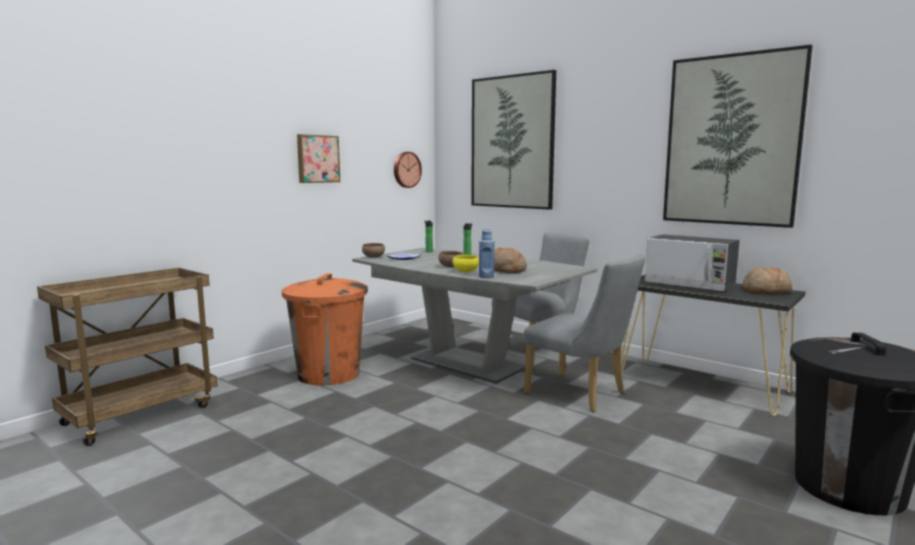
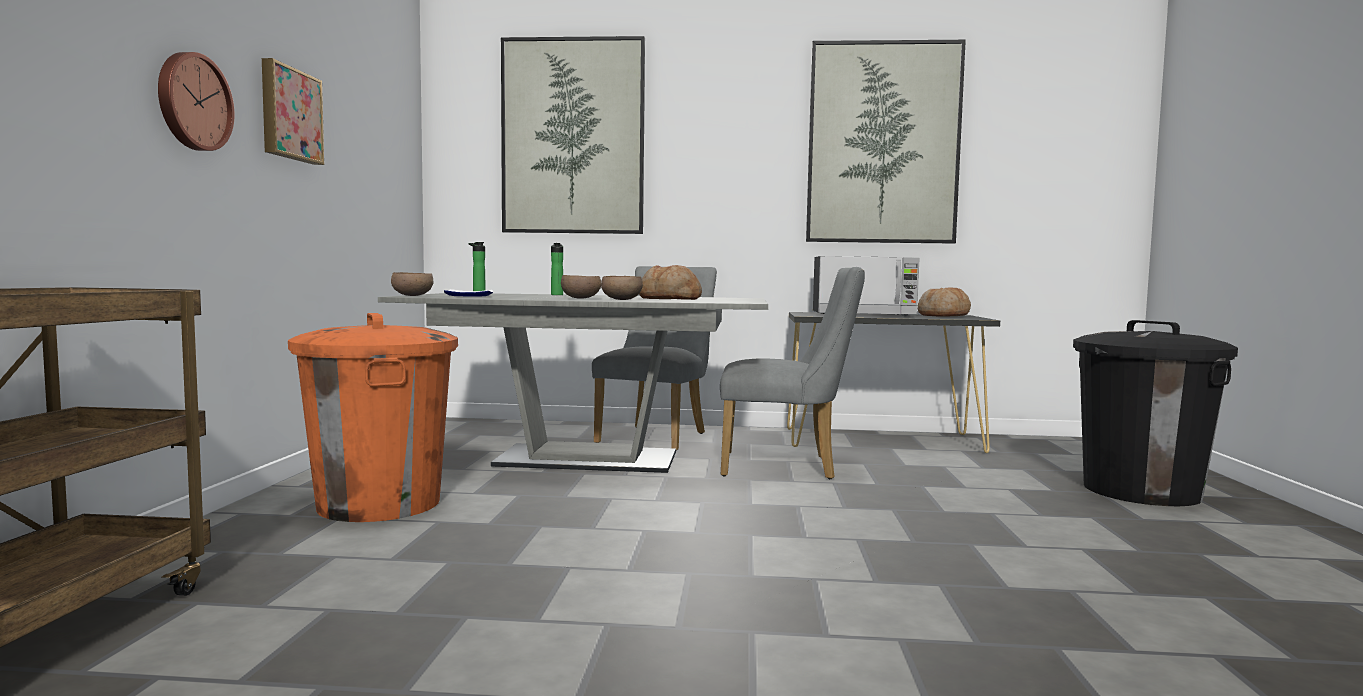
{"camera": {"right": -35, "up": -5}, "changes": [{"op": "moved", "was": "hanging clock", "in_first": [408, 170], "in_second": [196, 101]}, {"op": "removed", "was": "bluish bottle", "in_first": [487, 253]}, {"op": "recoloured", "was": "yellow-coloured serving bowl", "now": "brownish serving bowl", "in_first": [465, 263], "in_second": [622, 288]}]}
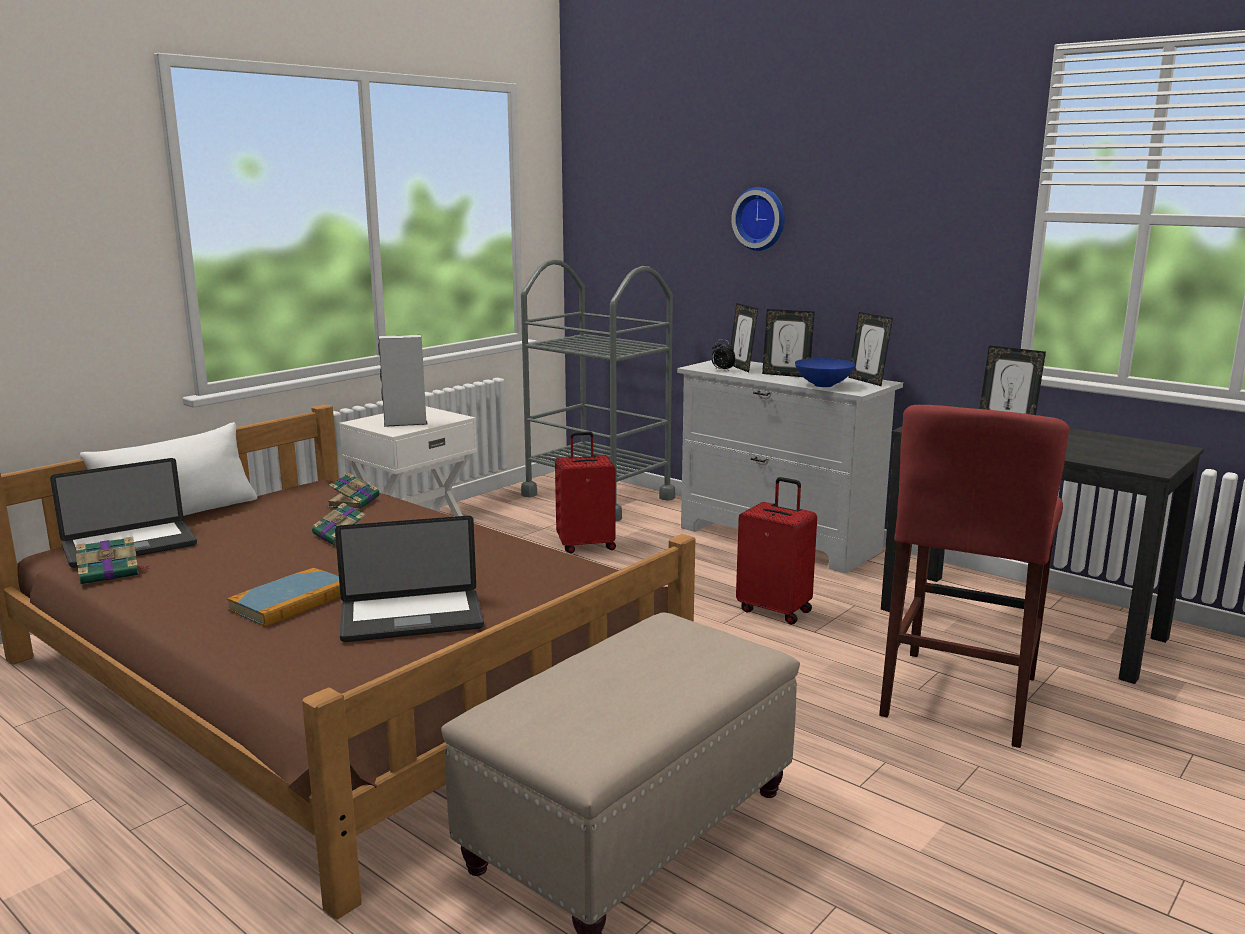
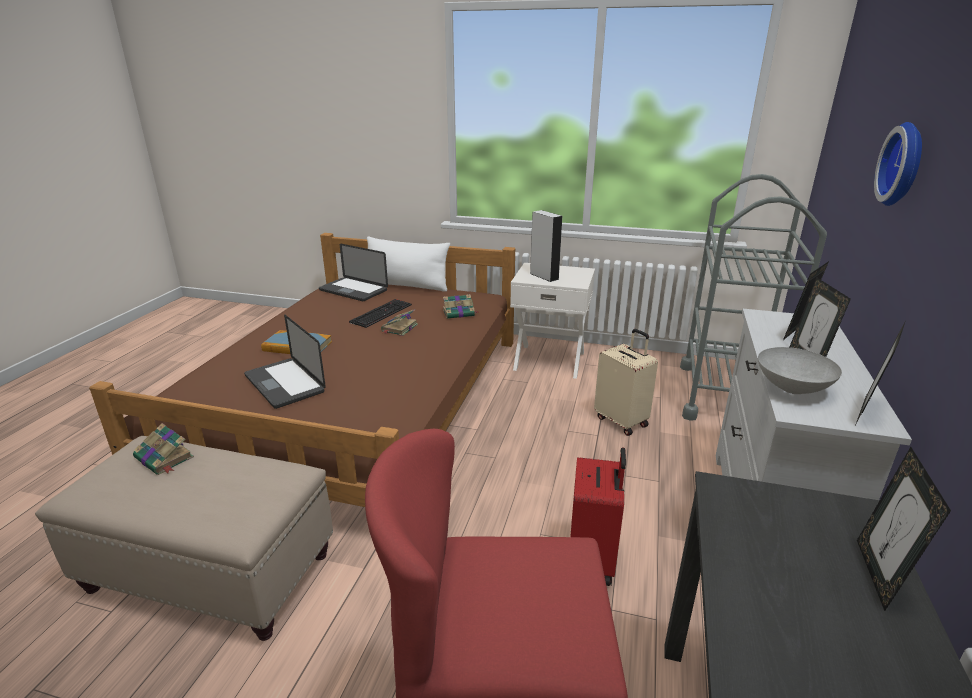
{"camera": {"right": 65, "up": 10}, "changes": [{"op": "removed", "was": "bedside clock", "in_first": [723, 355]}, {"op": "recoloured", "was": "bluish serving bowl", "now": "gray serving bowl", "in_first": [825, 372], "in_second": [800, 370]}, {"op": "recoloured", "was": "red-coloured travel case", "now": "beige travel case", "in_first": [585, 492], "in_second": [626, 382]}, {"op": "moved", "was": "bound book", "in_first": [112, 561], "in_second": [163, 449]}, {"op": "added", "now": "PC keyboard", "in_second": [380, 313]}]}
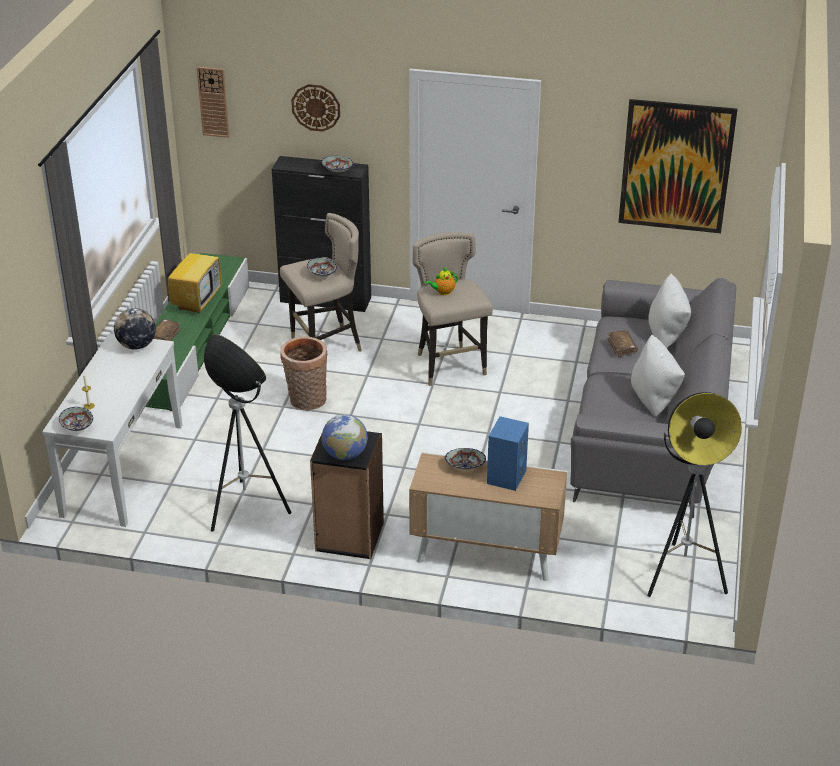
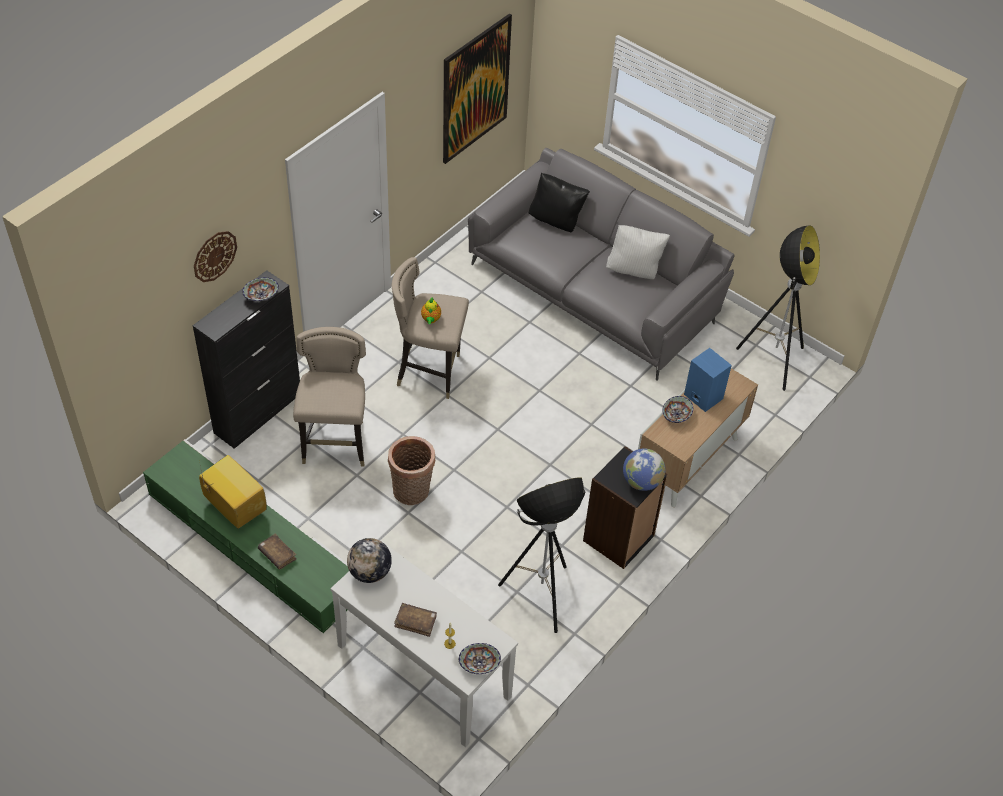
{"camera": {"right": -65, "up": 15}, "changes": [{"op": "removed", "was": "hanging clock", "in_first": [213, 102]}, {"op": "removed", "was": "serving bowl", "in_first": [322, 267]}, {"op": "recoloured", "was": "white-coloured pillow", "now": "black pillow", "in_first": [669, 310], "in_second": [559, 202]}, {"op": "moved", "was": "brownish bound book", "in_first": [622, 343], "in_second": [415, 620]}]}
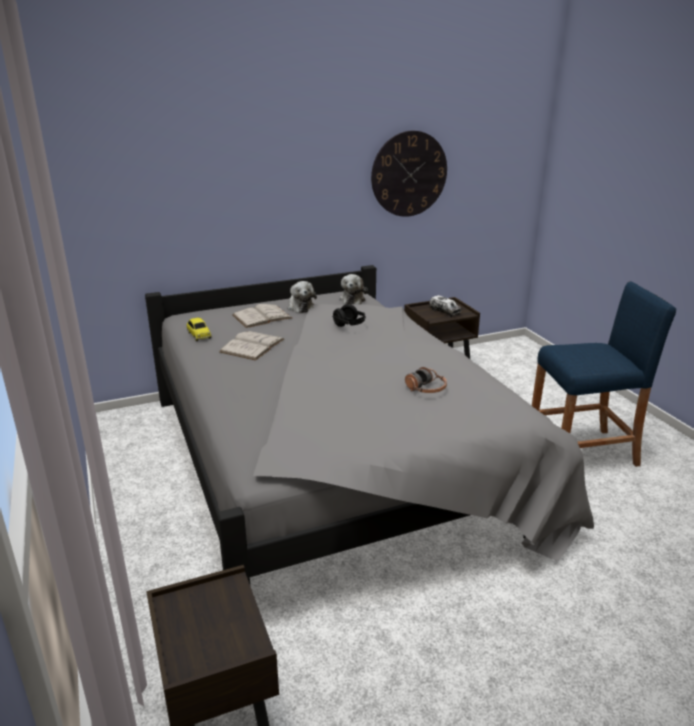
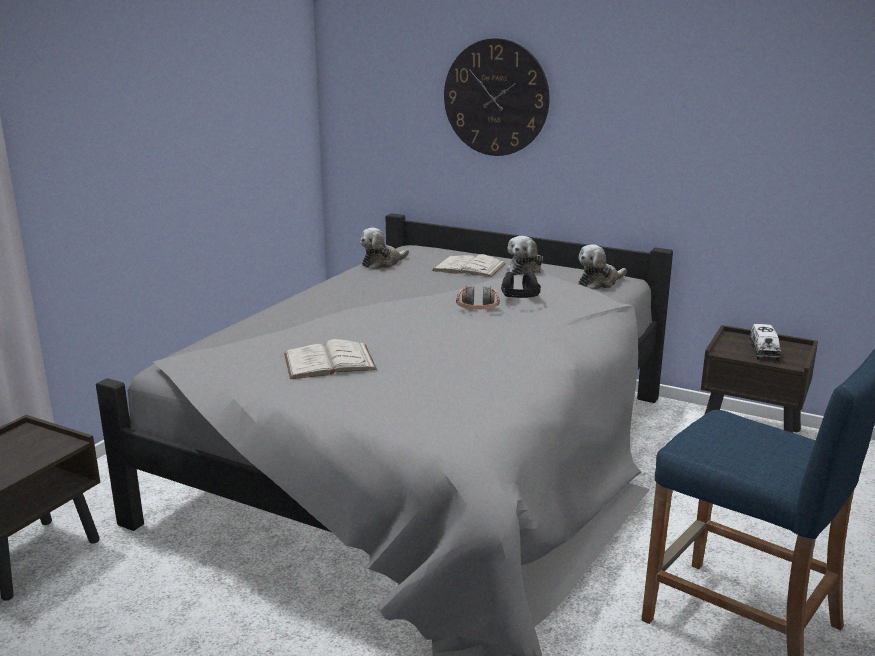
{"camera": {"right": 50, "up": -5}, "changes": [{"op": "moved", "was": "hanging clock", "in_first": [409, 174], "in_second": [497, 97]}, {"op": "replaced", "was": "miniature car", "now": "cuddly toy", "in_first": [199, 329], "in_second": [384, 249]}, {"op": "moved", "was": "white-coloured bound book", "in_first": [251, 346], "in_second": [330, 359]}, {"op": "moved", "was": "headphones", "in_first": [426, 380], "in_second": [478, 297]}]}
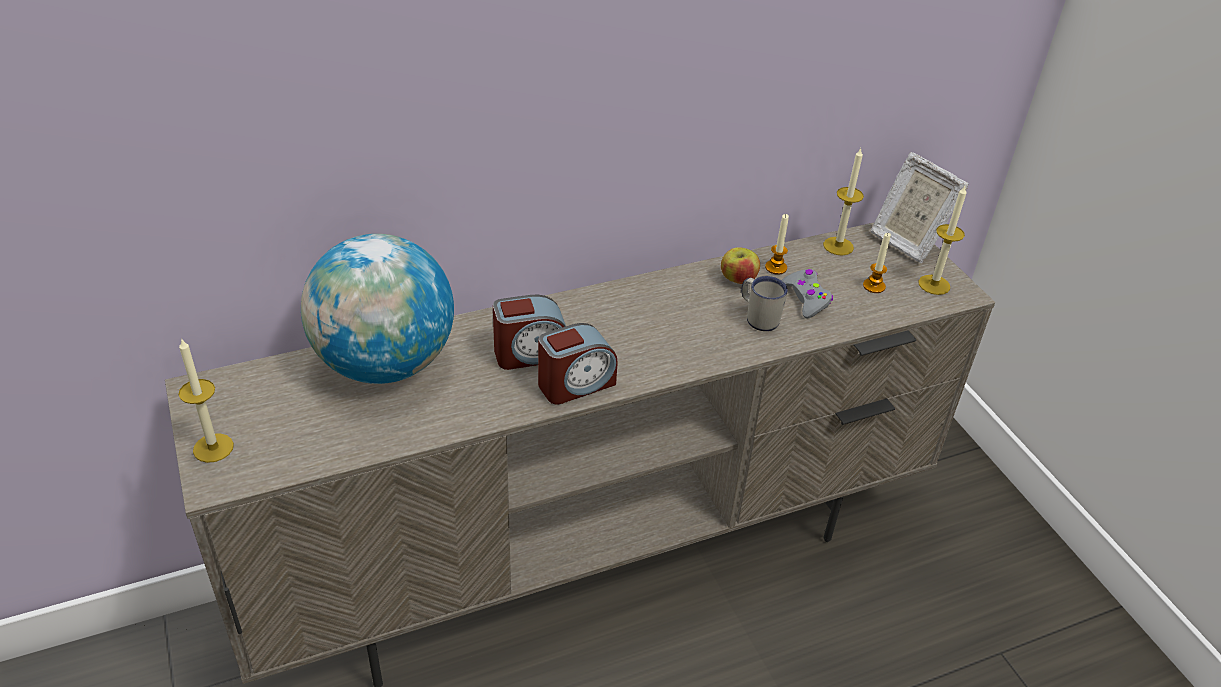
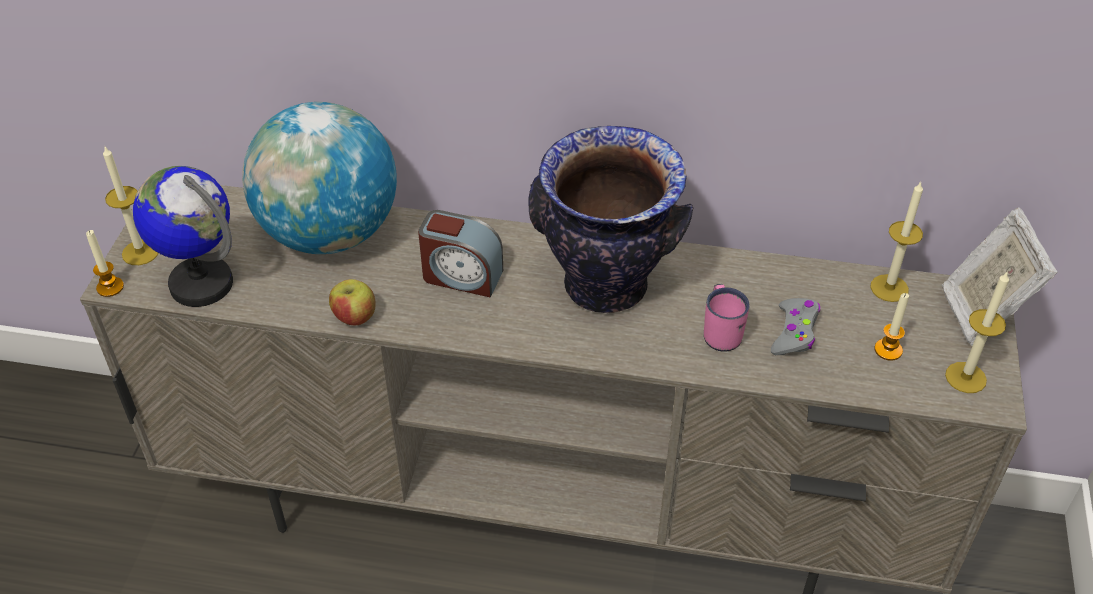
{"camera": {"right": 35, "up": 5}, "changes": [{"op": "moved", "was": "wax light", "in_first": [777, 244], "in_second": [105, 263]}, {"op": "moved", "was": "whole apple", "in_first": [740, 265], "in_second": [352, 302]}, {"op": "recoloured", "was": "white-coloured mug", "now": "pink mug", "in_first": [765, 303], "in_second": [727, 318]}, {"op": "removed", "was": "bedside clock", "in_first": [578, 364]}, {"op": "added", "now": "decorative vase", "in_second": [611, 219]}, {"op": "added", "now": "desk globe", "in_second": [183, 236]}]}
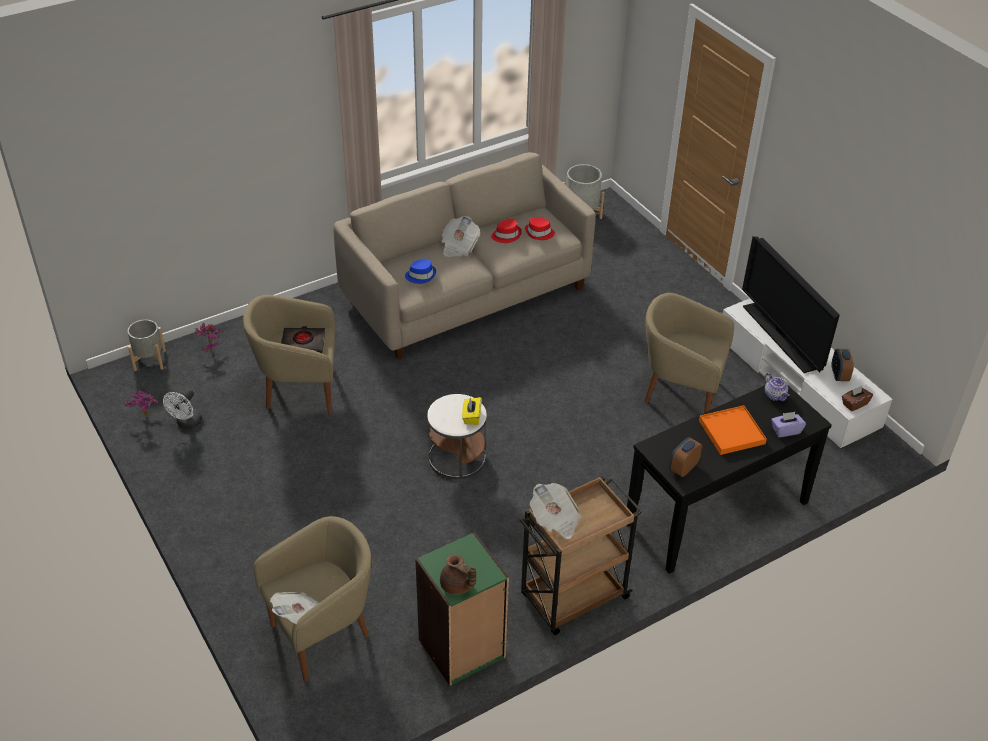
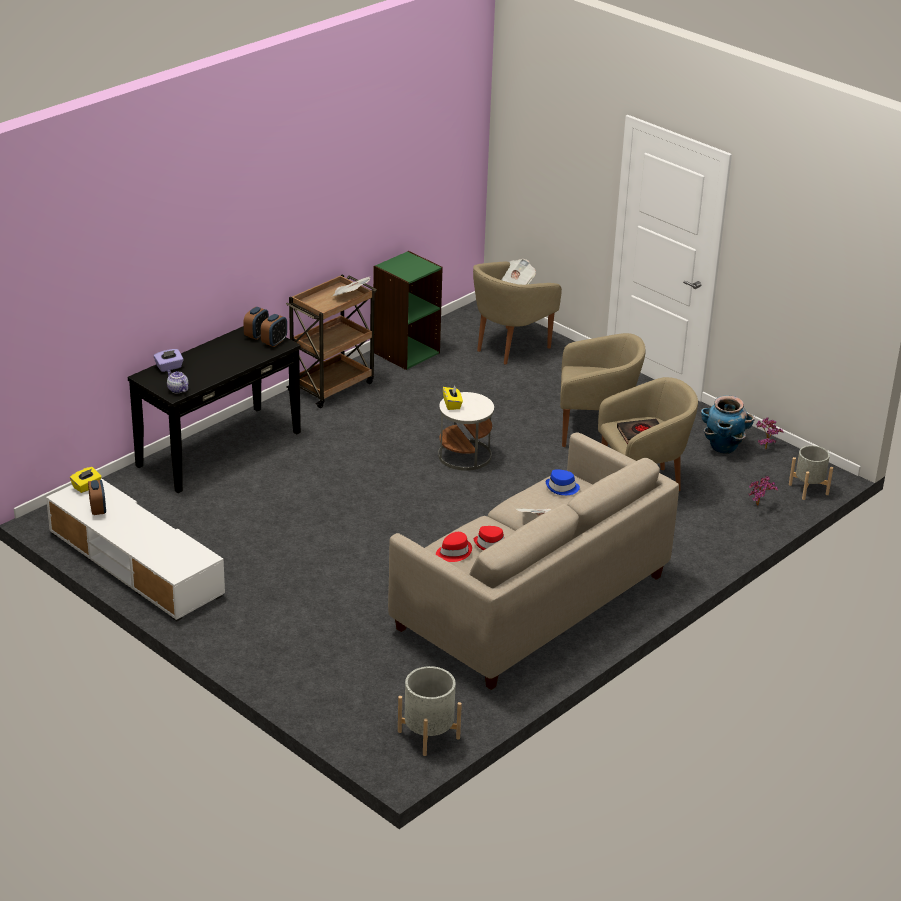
{"camera": {"right": 165, "up": -10}, "changes": [{"op": "removed", "was": "TV set", "in_first": [791, 304]}, {"op": "moved", "was": "beige easy chair", "in_first": [689, 353], "in_second": [603, 390]}, {"op": "recoloured", "was": "brownish box of tissues", "now": "yellow-coloured box of tissues", "in_first": [857, 398], "in_second": [85, 480]}, {"op": "replaced", "was": "white-coloured fan", "now": "planter", "in_first": [182, 408], "in_second": [728, 424]}, {"op": "removed", "was": "orange-coloured tray", "in_first": [733, 430]}, {"op": "removed", "was": "brownish pot for tea", "in_first": [458, 574]}, {"op": "added", "now": "bedside clock", "in_second": [274, 330]}]}
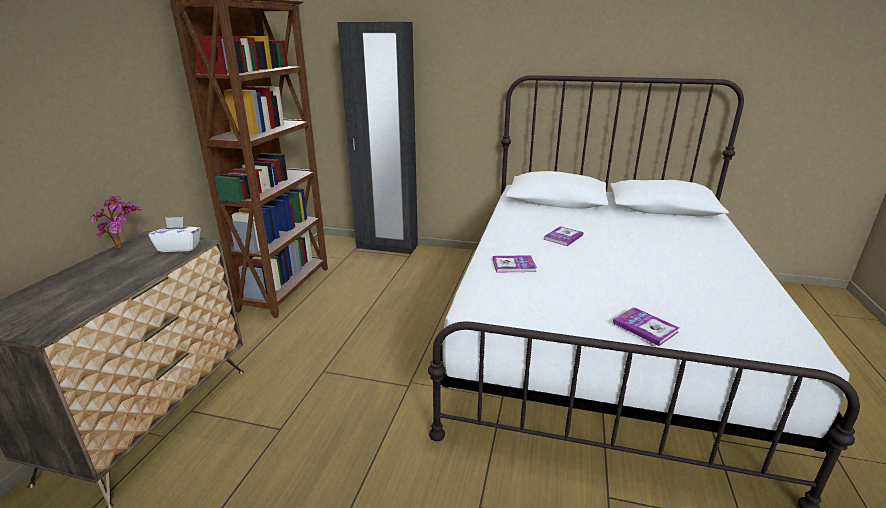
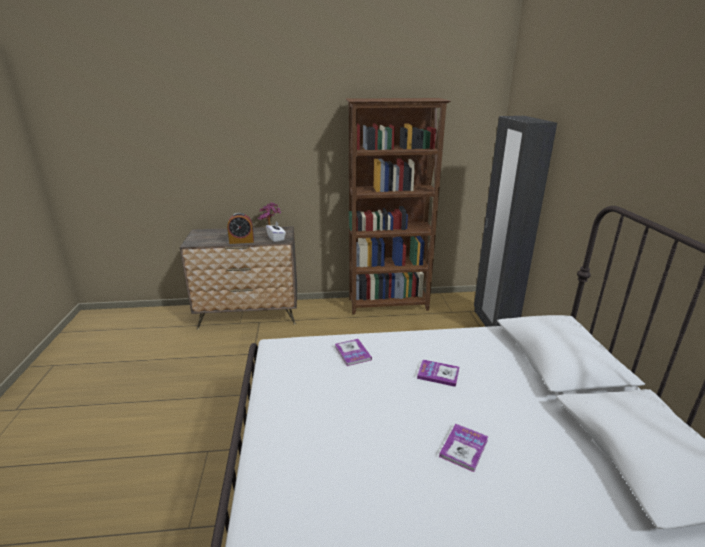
{"camera": {"right": 70, "up": 0}, "changes": [{"op": "moved", "was": "bound book", "in_first": [646, 326], "in_second": [464, 448]}, {"op": "added", "now": "bedside clock", "in_second": [240, 228]}]}
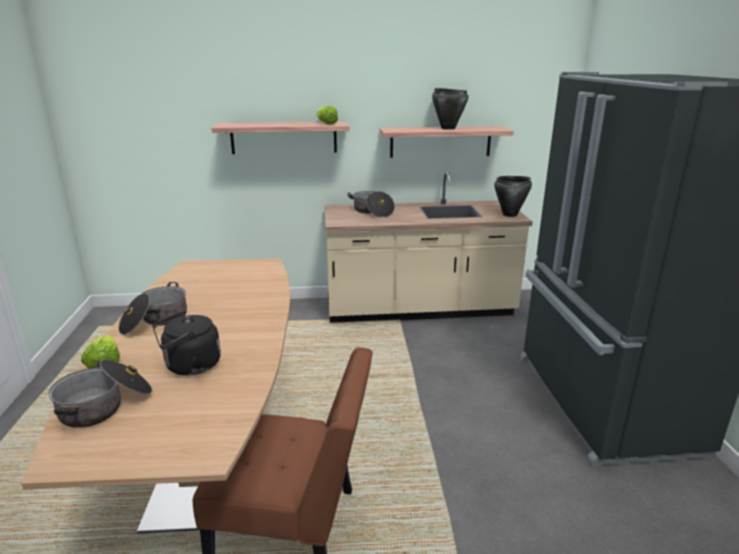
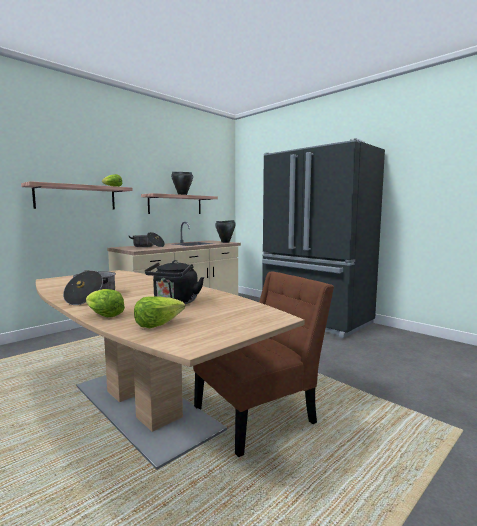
{"camera": {"right": -40, "up": -15}, "changes": [{"op": "replaced", "was": "cooking pot", "now": "head of lettuce", "in_first": [100, 393], "in_second": [159, 312]}]}
